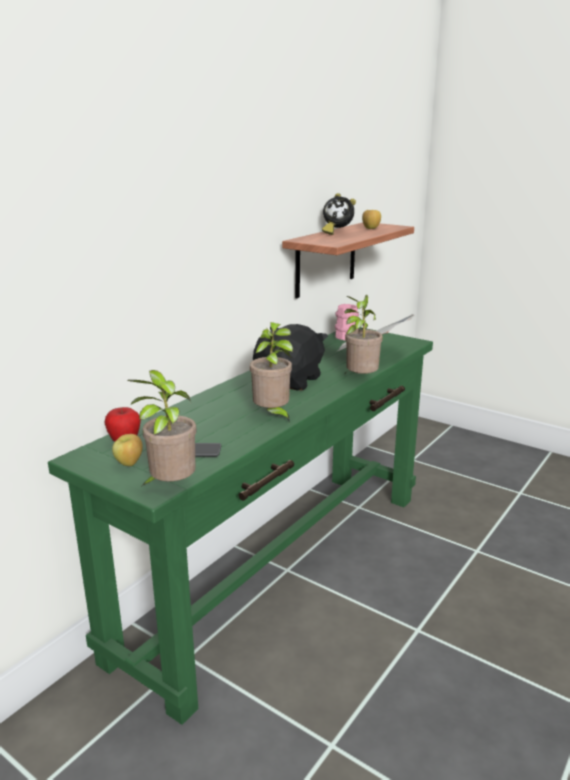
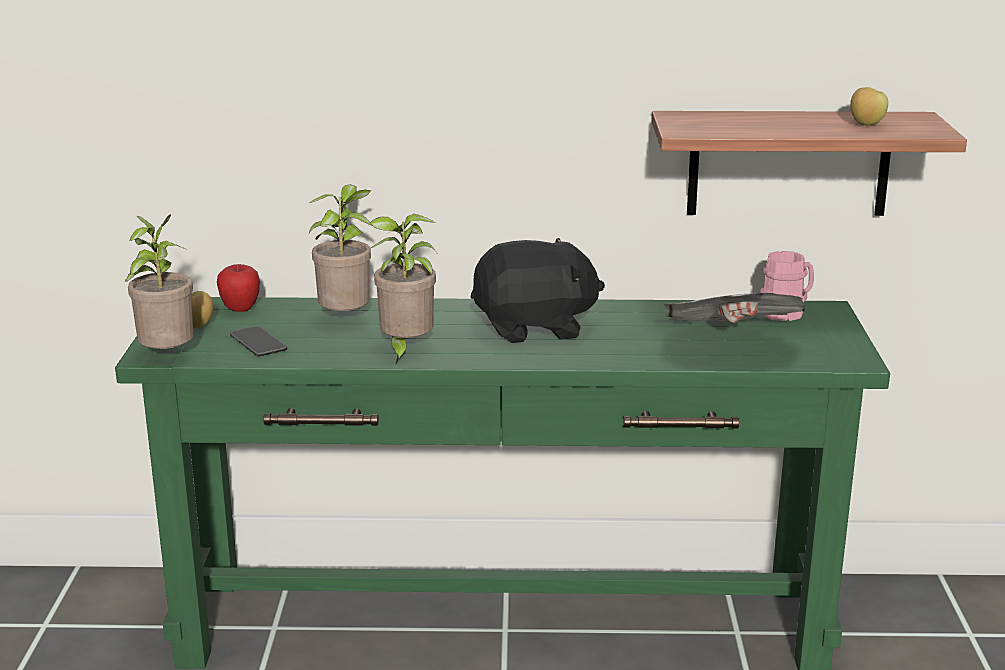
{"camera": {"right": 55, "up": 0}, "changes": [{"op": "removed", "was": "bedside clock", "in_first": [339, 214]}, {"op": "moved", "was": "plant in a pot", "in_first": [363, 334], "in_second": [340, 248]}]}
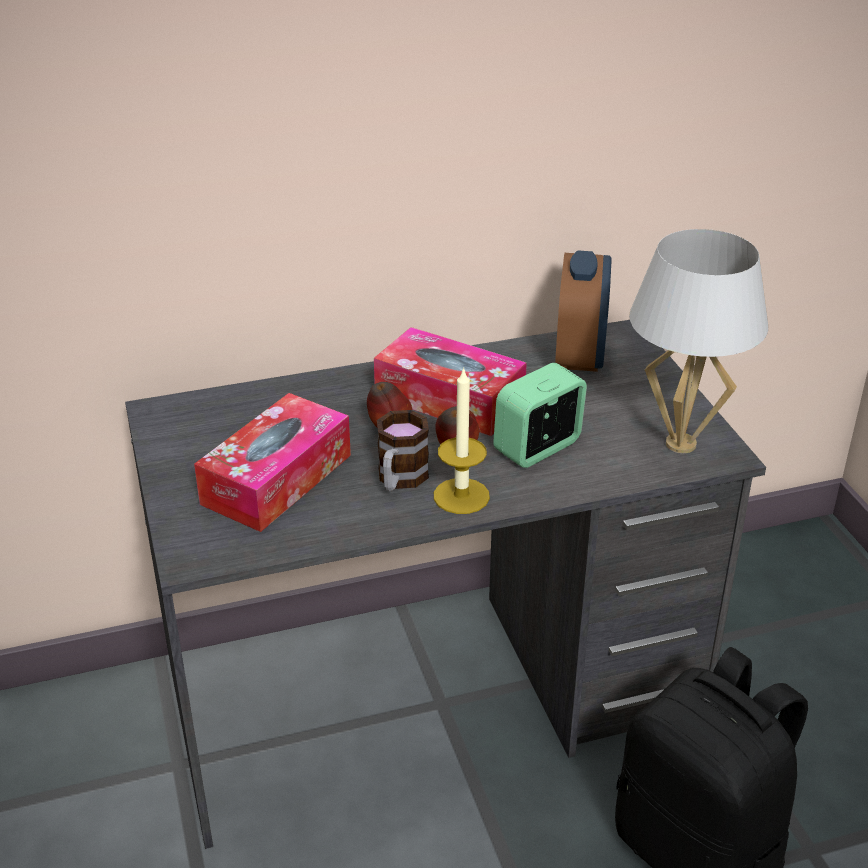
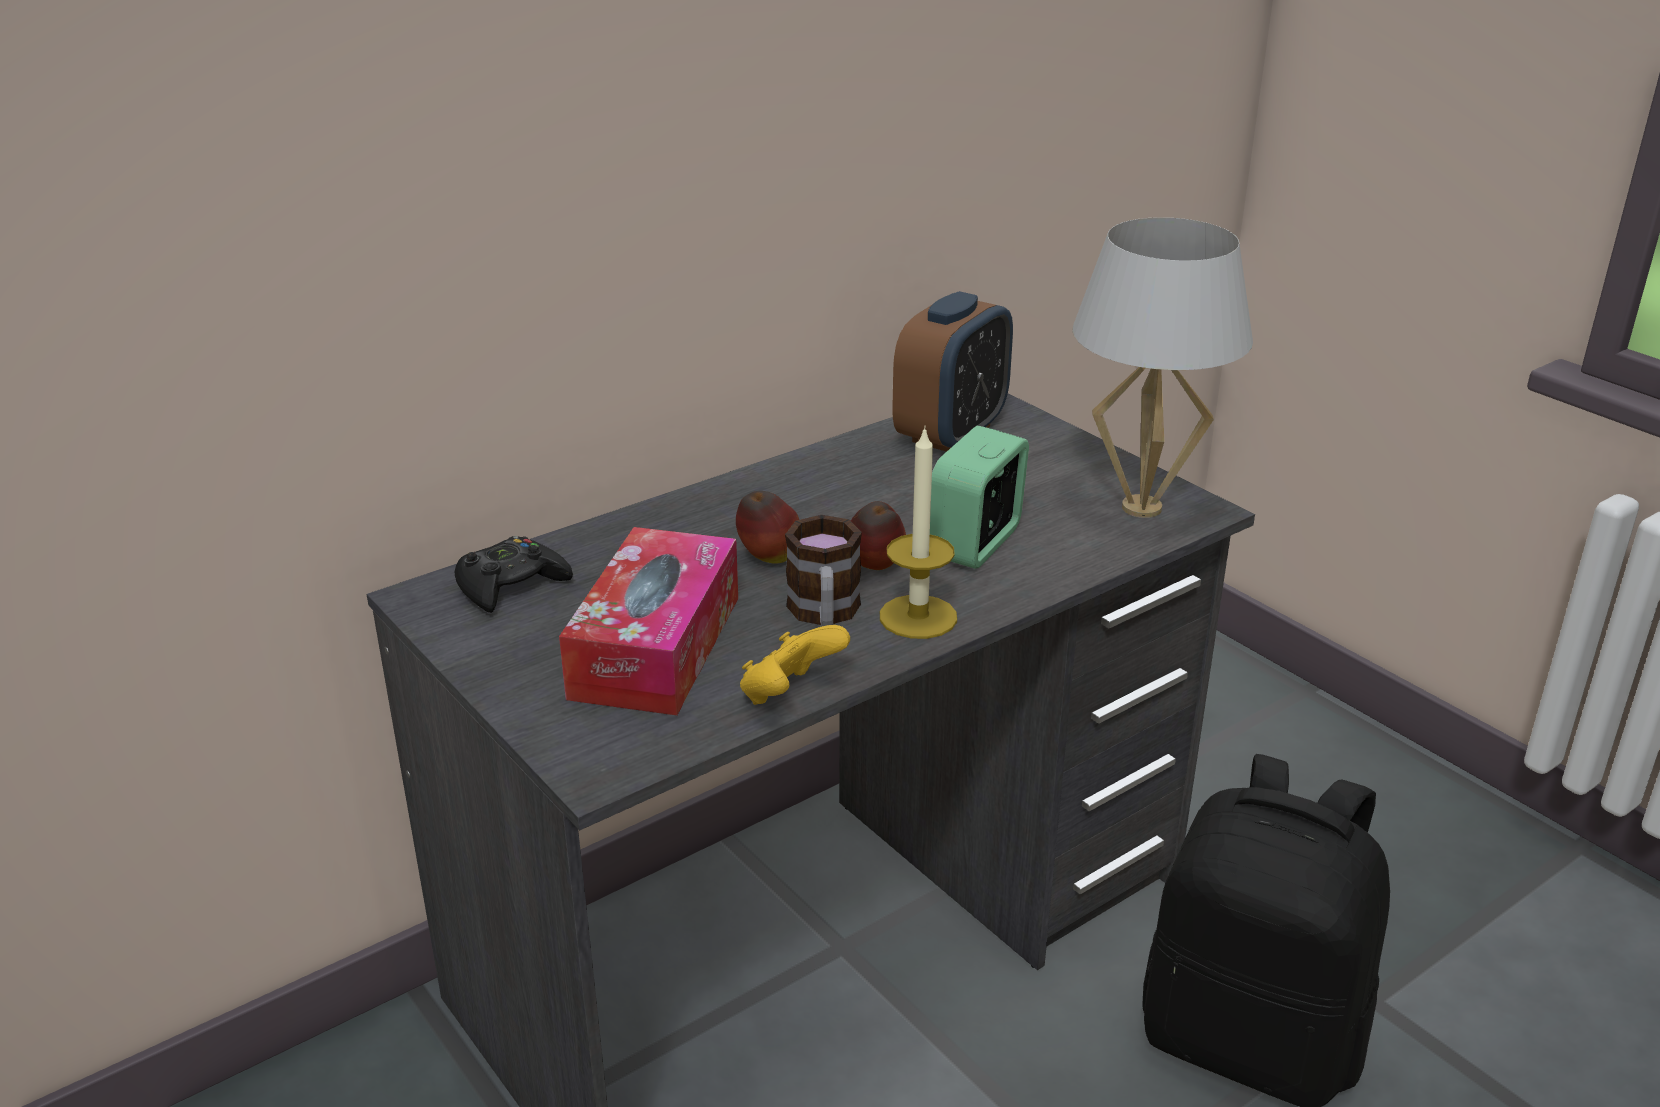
{"camera": {"right": -20, "up": -5}, "changes": [{"op": "turned", "was": "bedside clock", "in_first": [583, 311], "in_second": [952, 371], "clockwise": 45}, {"op": "removed", "was": "box of tissues", "in_first": [450, 381]}, {"op": "added", "now": "black gamepad", "in_second": [513, 574]}, {"op": "added", "now": "yellow-coloured gamepad", "in_second": [795, 665]}]}
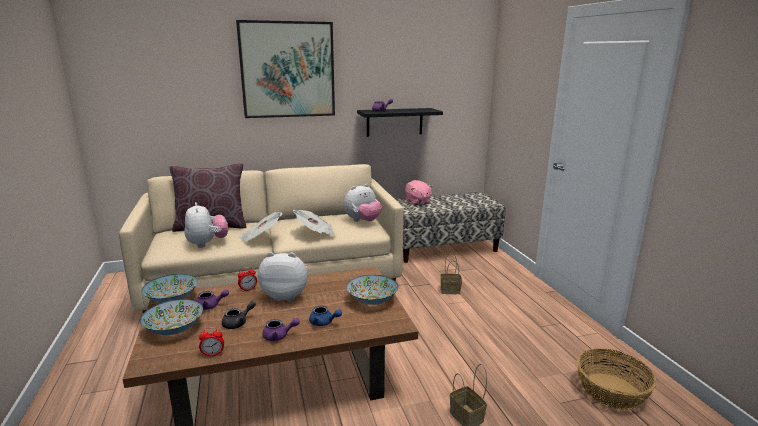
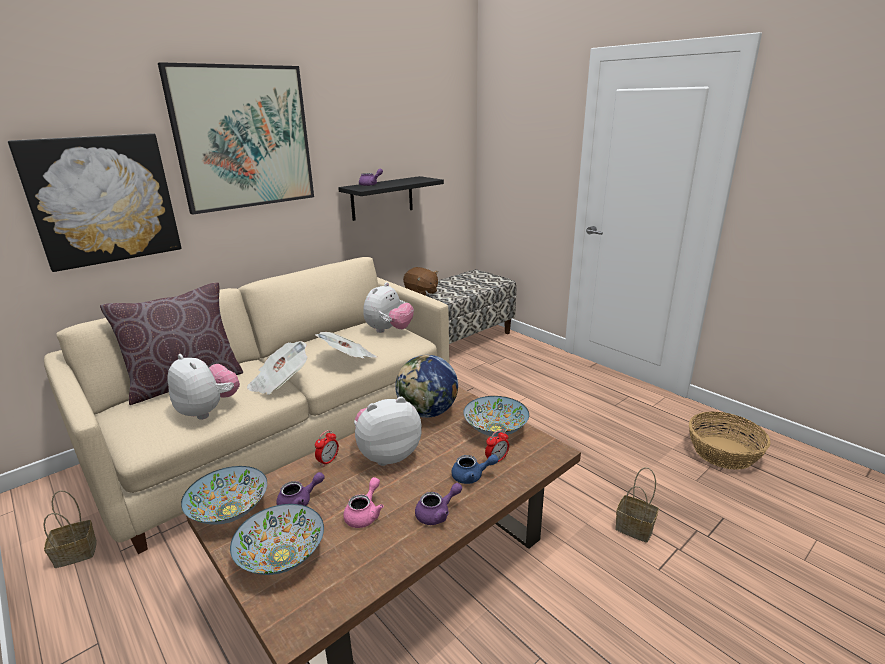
{"camera": {"right": -25, "up": 5}, "changes": [{"op": "recoloured", "was": "pink cuddly toy", "now": "brownish cuddly toy", "in_first": [419, 192], "in_second": [420, 281]}, {"op": "moved", "was": "storage basket", "in_first": [451, 273], "in_second": [70, 529]}, {"op": "recoloured", "was": "gray pot for tea", "now": "pink pot for tea", "in_first": [239, 315], "in_second": [363, 502]}, {"op": "moved", "was": "bedside clock", "in_first": [211, 342], "in_second": [497, 445]}, {"op": "added", "now": "wall picture", "in_second": [95, 202]}, {"op": "added", "now": "desk globe", "in_second": [426, 386]}]}
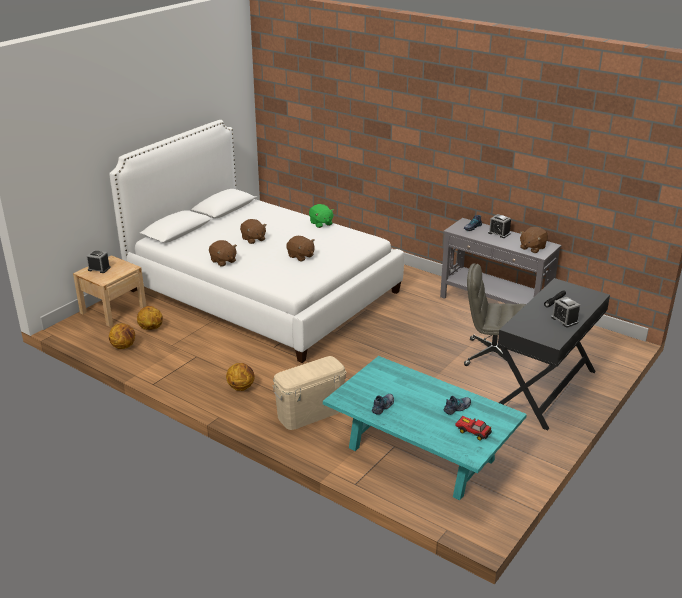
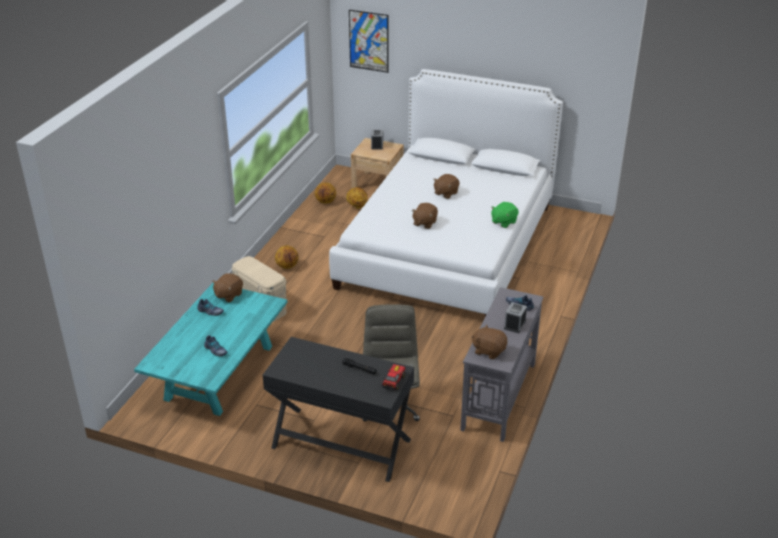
{"camera": {"right": 75, "up": 5}, "changes": [{"op": "moved", "was": "brownish cuddly toy", "in_first": [223, 253], "in_second": [227, 287]}, {"op": "removed", "was": "bedside clock", "in_first": [565, 312]}, {"op": "moved", "was": "miniature car", "in_first": [473, 428], "in_second": [393, 377]}, {"op": "added", "now": "wall picture", "in_second": [369, 41]}]}
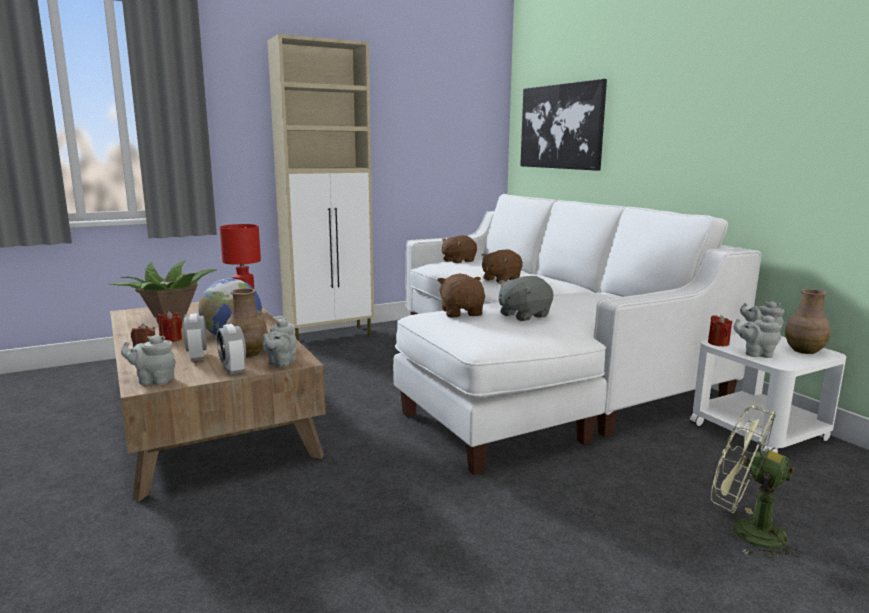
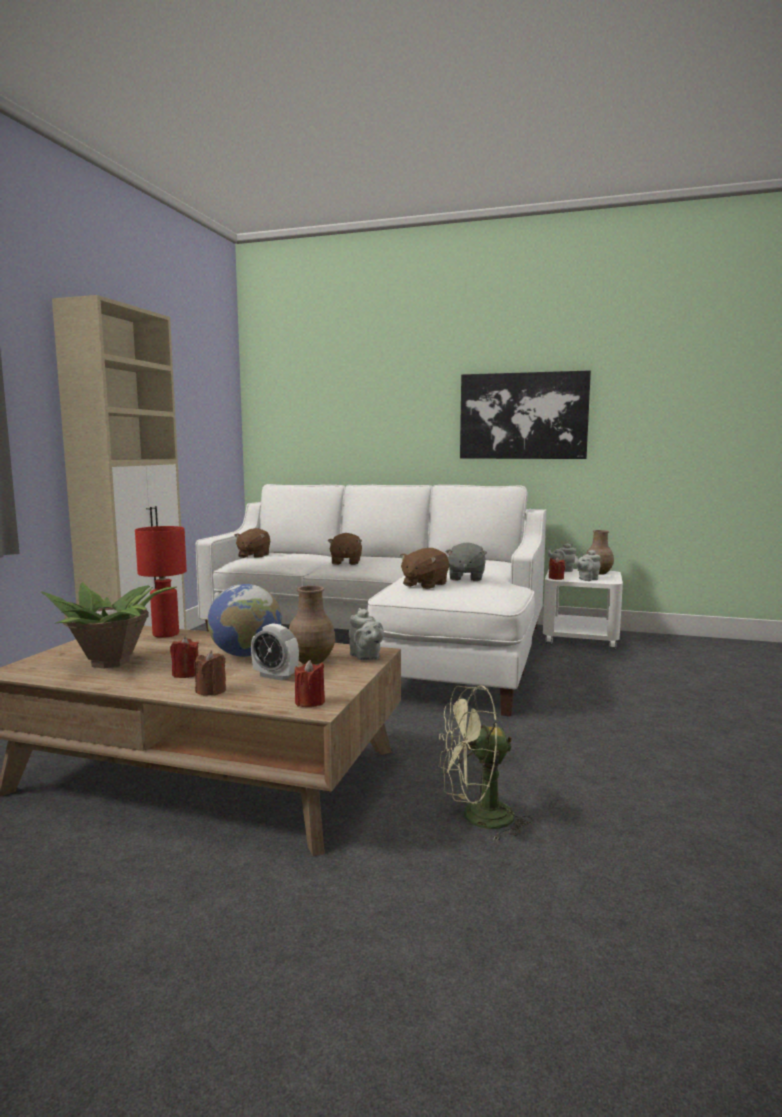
{"camera": {"right": -45, "up": -5}, "changes": [{"op": "moved", "was": "wall picture", "in_first": [563, 125], "in_second": [525, 414]}, {"op": "turned", "was": "brownish cuddly toy", "in_first": [461, 295], "in_second": [424, 568], "clockwise": -90}, {"op": "removed", "was": "bedside clock", "in_first": [231, 349]}, {"op": "replaced", "was": "gray pot for tea", "now": "red-coloured wax light", "in_first": [148, 360], "in_second": [310, 683]}, {"op": "moved", "was": "green-coloured fan", "in_first": [757, 482], "in_second": [486, 763]}]}
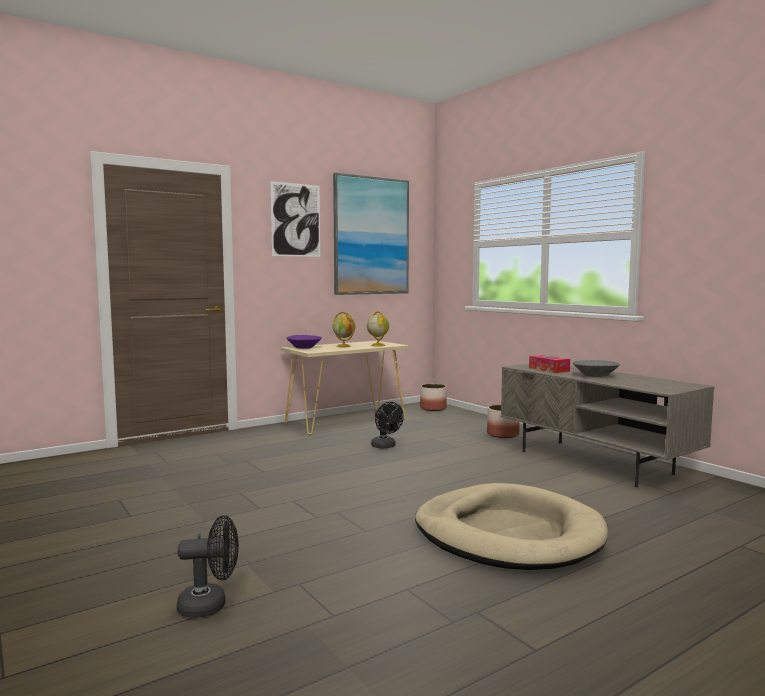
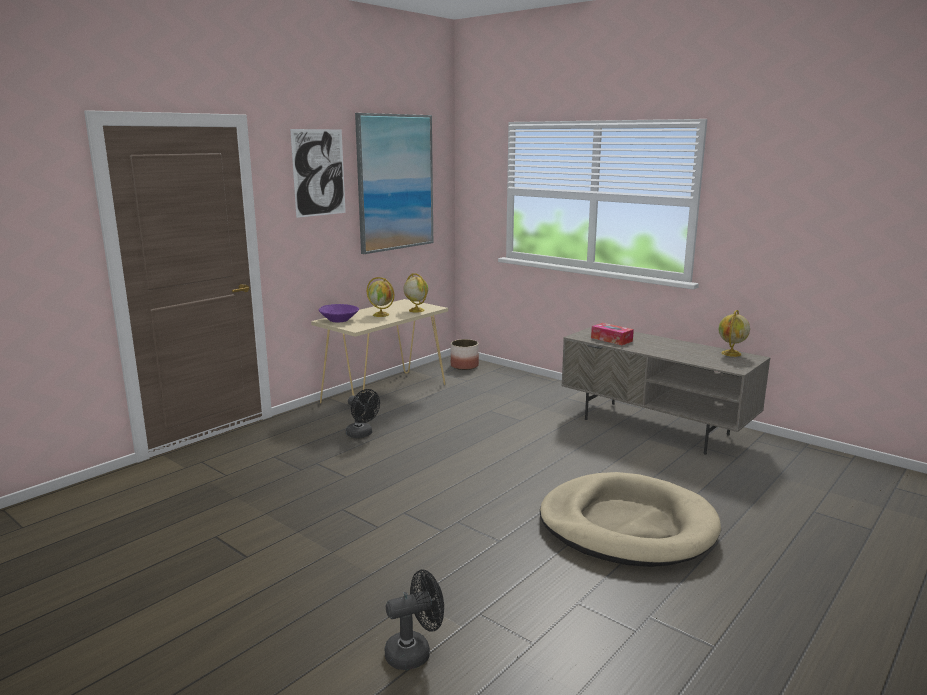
{"camera": {"right": -15, "up": 10}, "changes": [{"op": "removed", "was": "gray serving bowl", "in_first": [596, 368]}, {"op": "moved", "was": "black fan", "in_first": [387, 425], "in_second": [363, 413]}, {"op": "removed", "was": "planter", "in_first": [503, 421]}, {"op": "added", "now": "desk globe", "in_second": [734, 333]}]}
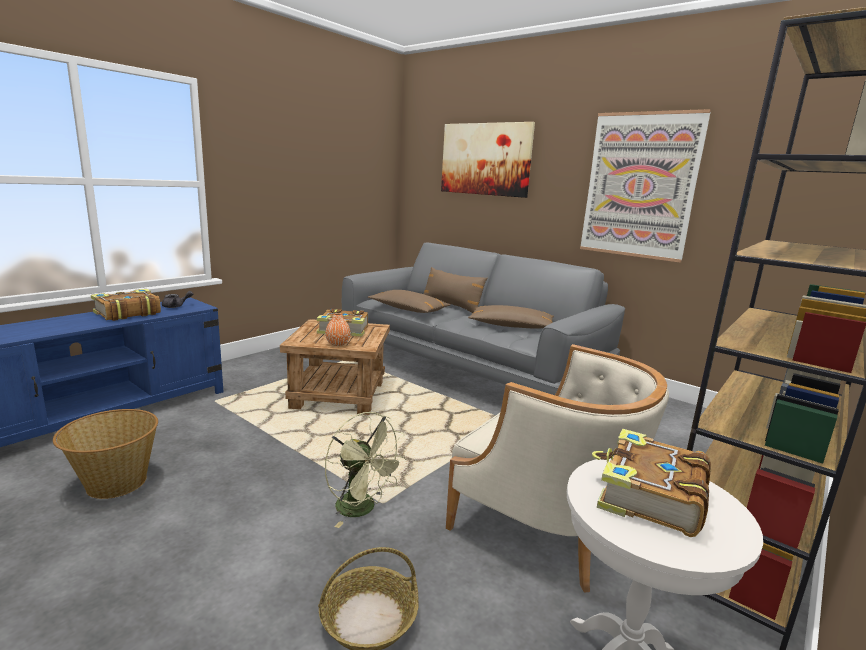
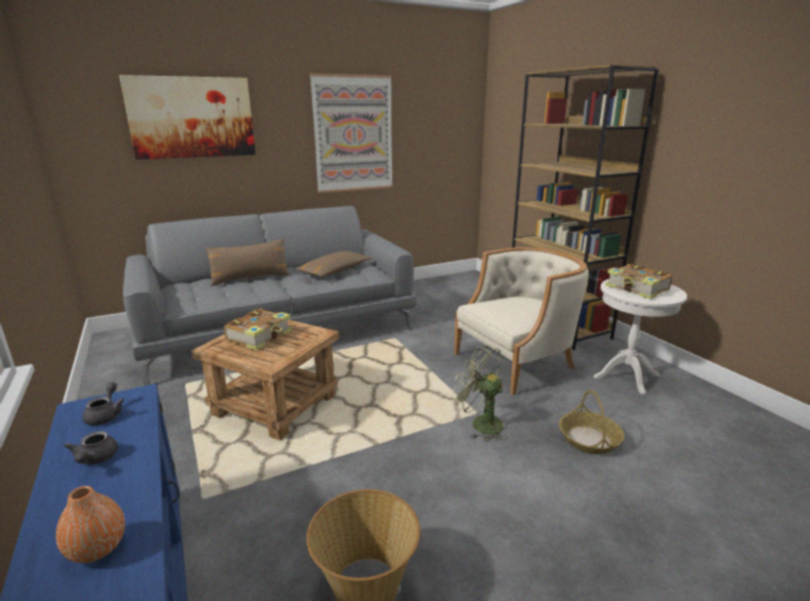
{"camera": {"right": -65, "up": 5}, "changes": [{"op": "replaced", "was": "bound book", "now": "gray pot for tea", "in_first": [126, 305], "in_second": [91, 448]}, {"op": "removed", "was": "brownish pillow", "in_first": [409, 301]}, {"op": "moved", "was": "orange-coloured decorative vase", "in_first": [338, 329], "in_second": [90, 524]}, {"op": "turned", "was": "green-coloured fan", "in_first": [365, 470], "in_second": [480, 393], "clockwise": -120}]}
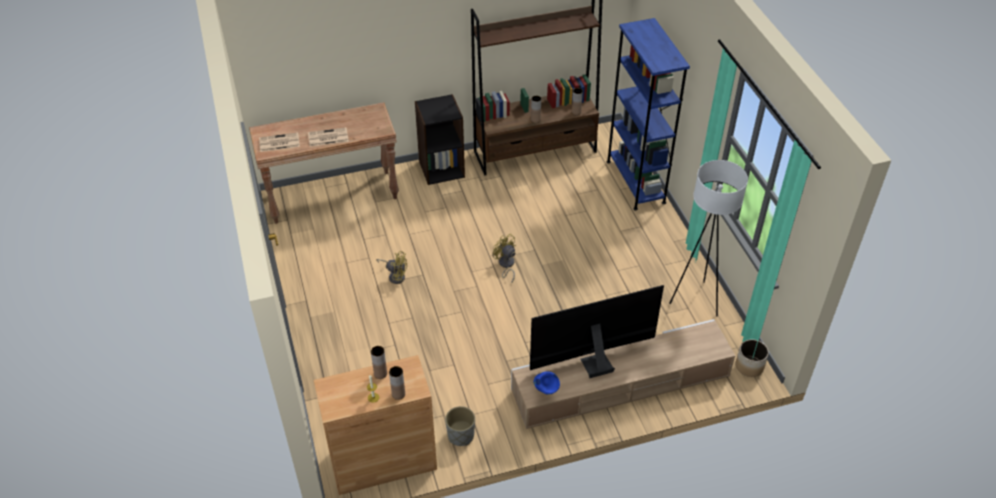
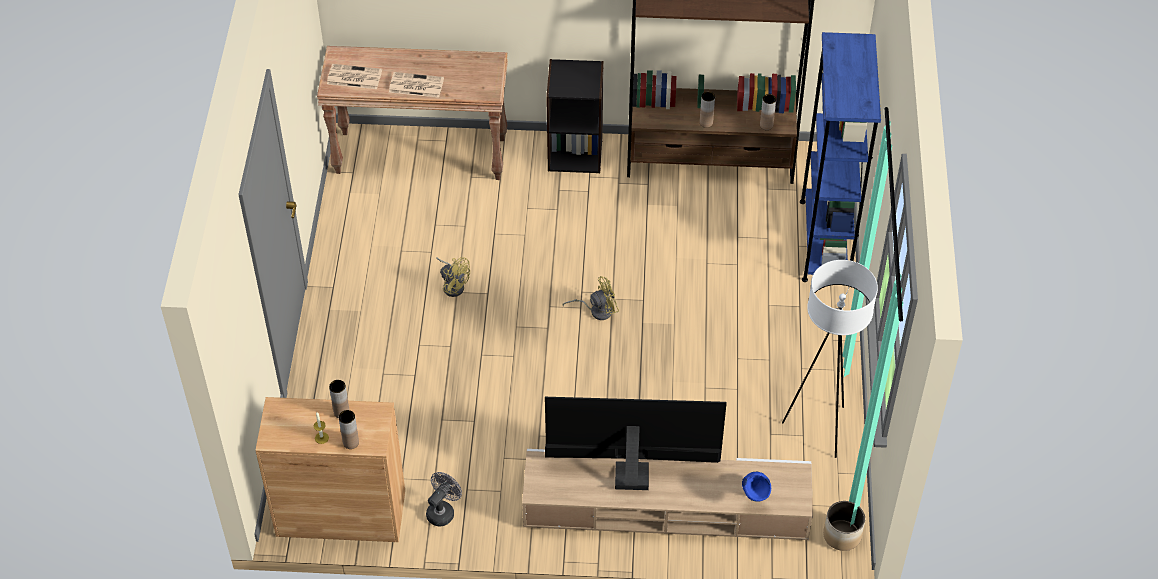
{"camera": {"right": 20, "up": 5}, "changes": [{"op": "turned", "was": "yellow-coloured fan", "in_first": [504, 259], "in_second": [590, 298], "clockwise": 90}, {"op": "moved", "was": "bluish decorative vase", "in_first": [546, 383], "in_second": [756, 487]}, {"op": "replaced", "was": "gray planter", "now": "gray fan", "in_first": [460, 426], "in_second": [444, 499]}]}
